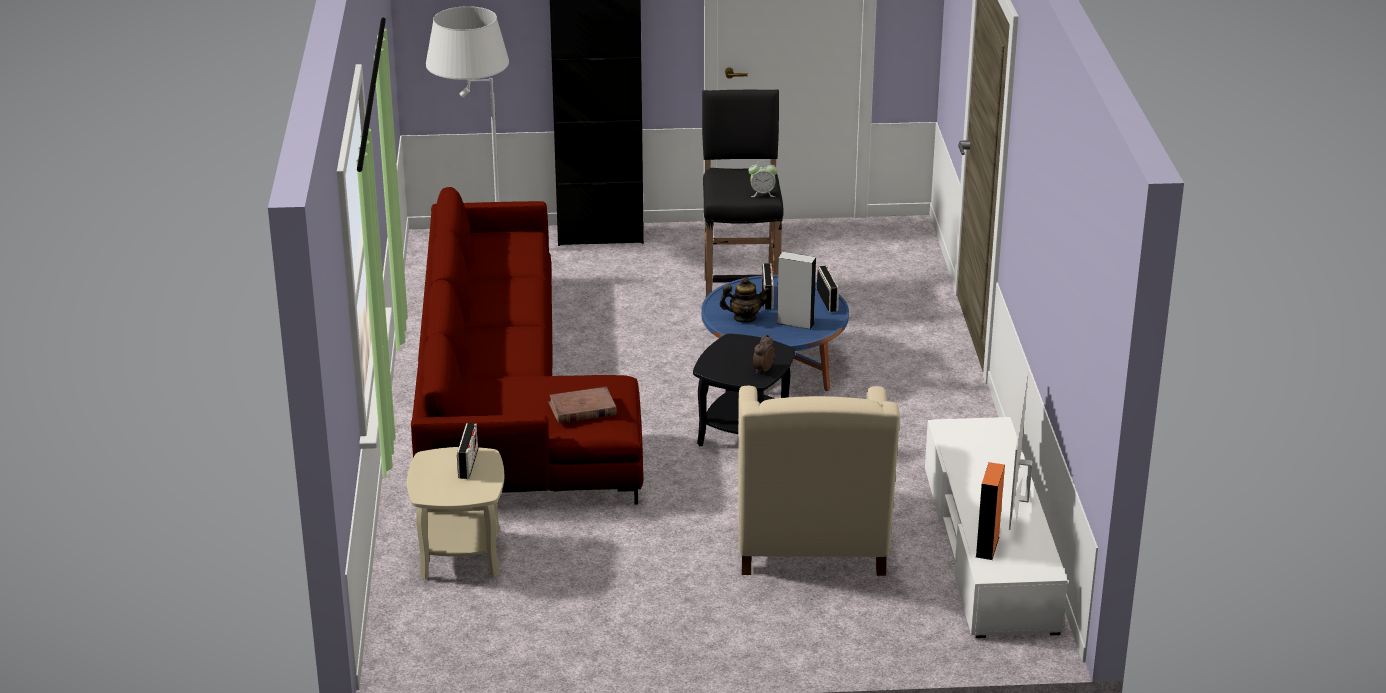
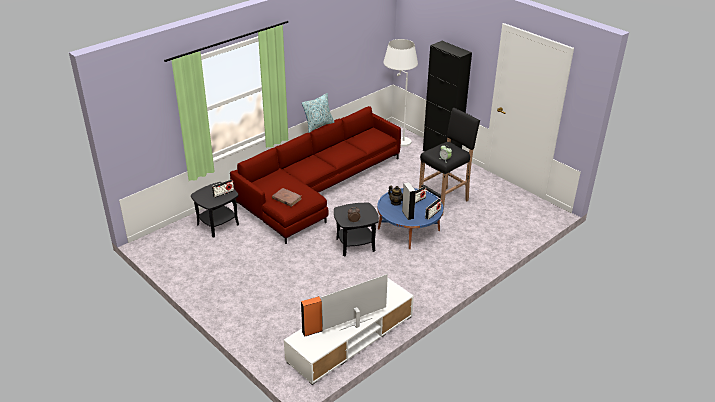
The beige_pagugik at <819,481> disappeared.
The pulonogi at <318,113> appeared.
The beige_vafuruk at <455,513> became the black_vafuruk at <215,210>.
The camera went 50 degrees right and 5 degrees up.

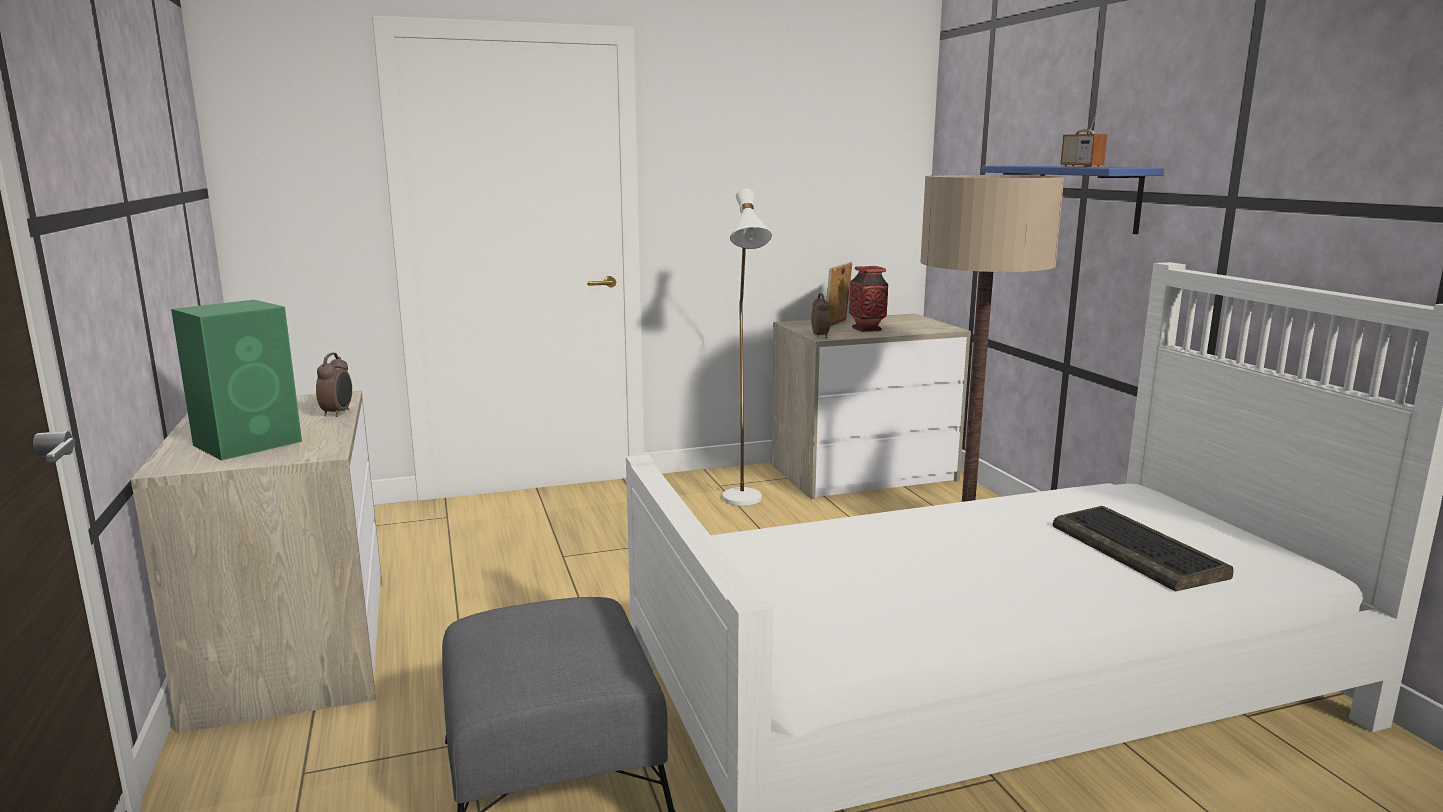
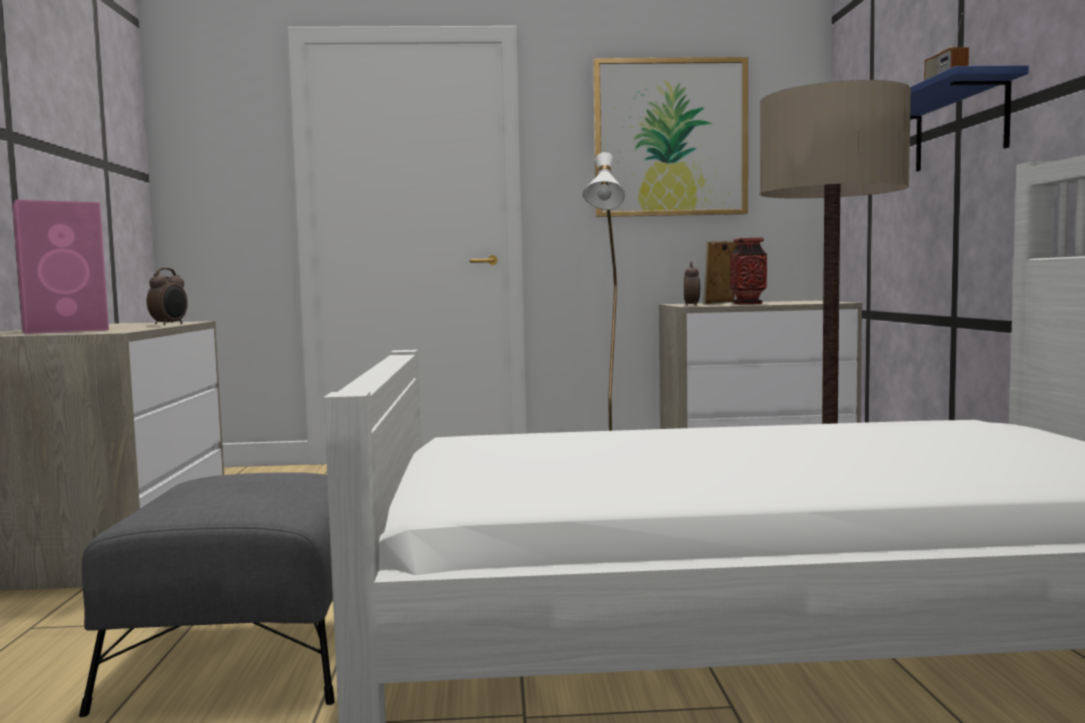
The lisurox at <1143,549> disappeared.
The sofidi at <670,137> appeared.
The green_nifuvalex at <236,380> became the pink_nifuvalex at <60,267>.
The camera went 15 degrees right and 10 degrees down.

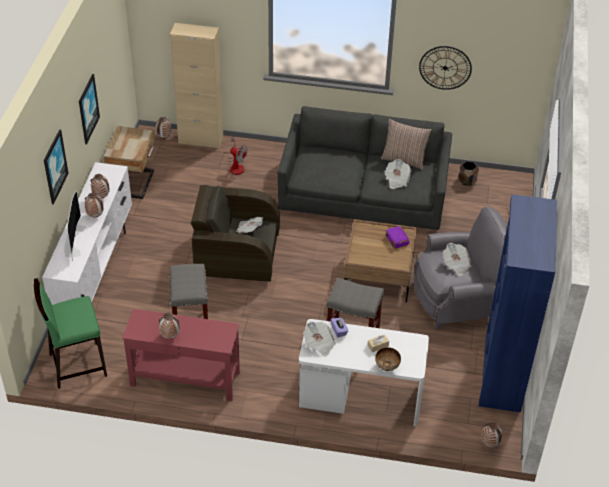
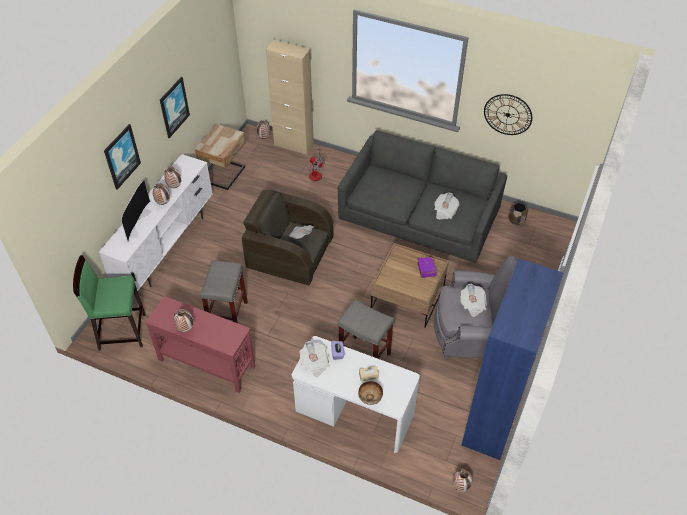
The pulonogi at <406,144> disappeared.
The camera went 15 degrees right and 5 degrees up.

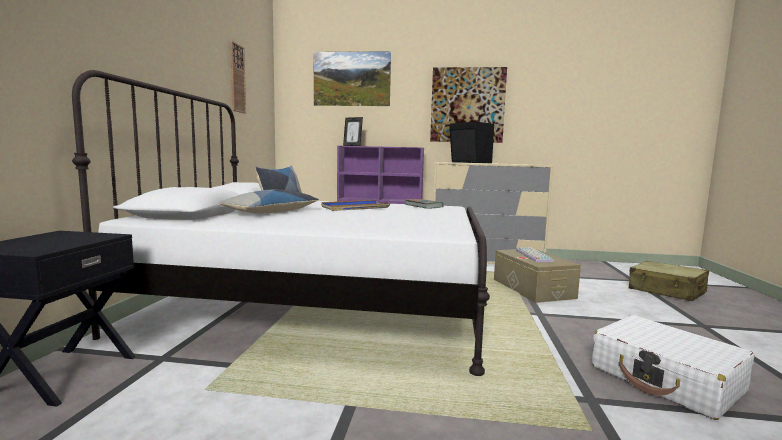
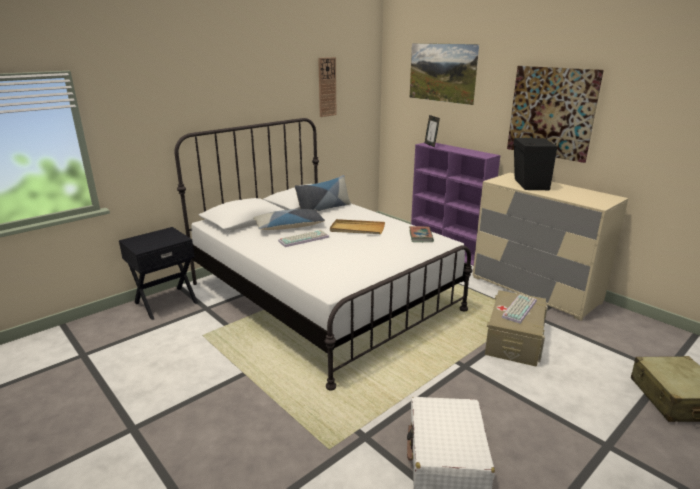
The lisurox at <303,238> appeared.
The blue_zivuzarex at <355,205> became the beige_zivuzarex at <357,226>.
The camera went 40 degrees right and 15 degrees up.

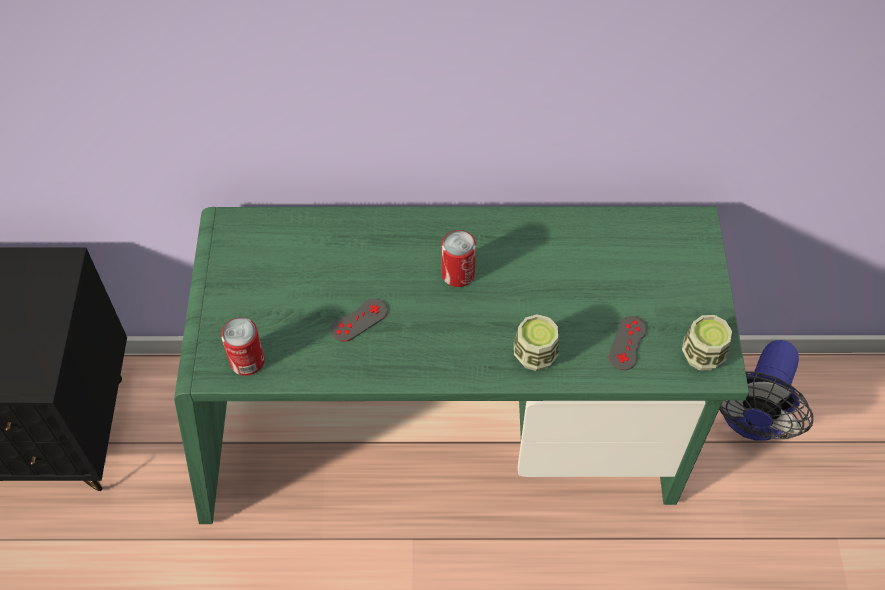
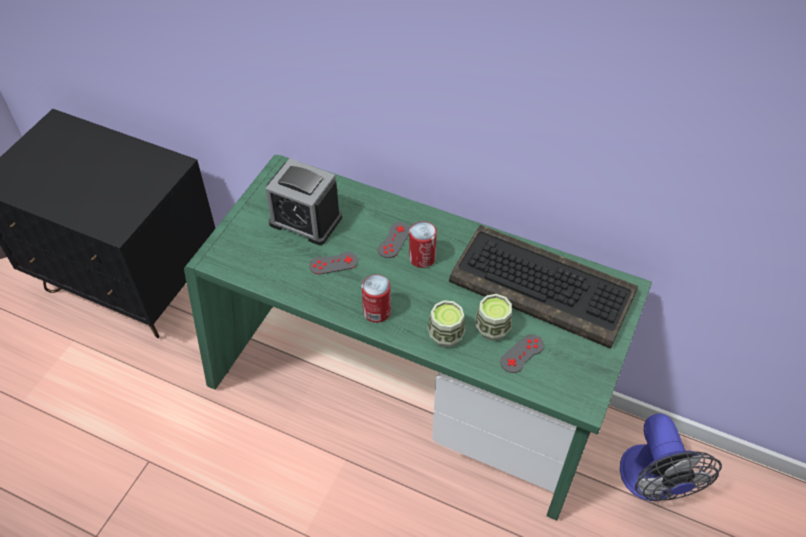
The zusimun at <303,201> appeared.
The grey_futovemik at <394,240> appeared.
The lisurox at <543,287> appeared.
The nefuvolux moved from <243,347> to <376,299>.
The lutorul moved from <707,342> to <493,317>.
The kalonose at <766,390> turned 60 degrees counterclockwise.
The camera went 25 degrees right and 5 degrees down.

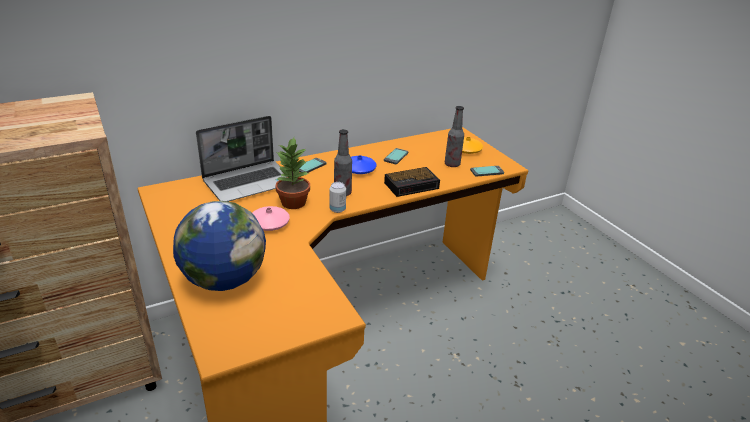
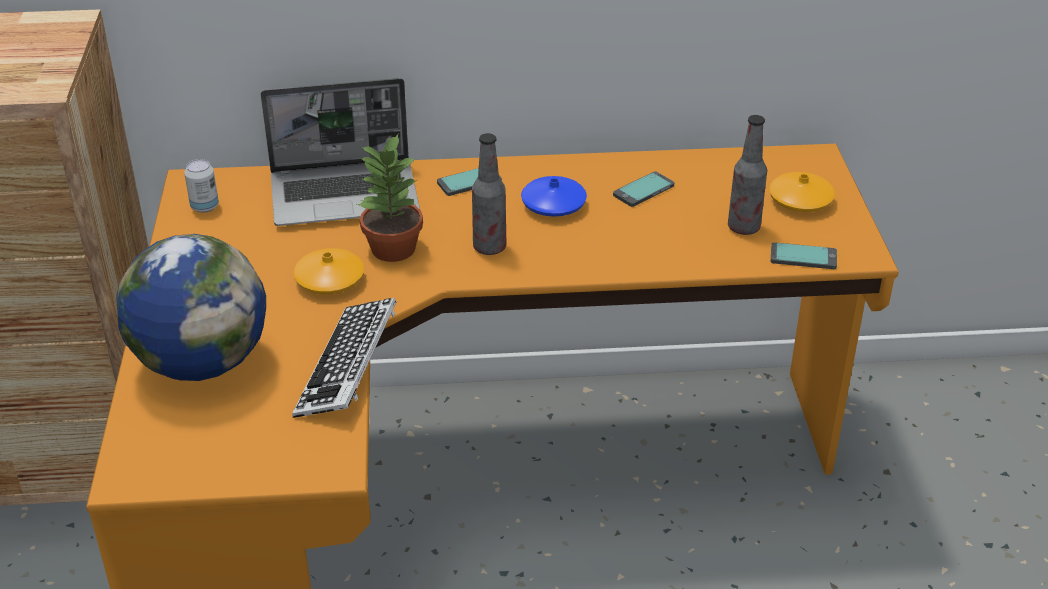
The zusimun at <412,182> disappeared.
The lisurox at <344,358> appeared.
The nefuvolux moved from <337,197> to <201,186>.
The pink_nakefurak at <271,218> became the orange_nakefurak at <328,271>.
The camera went 25 degrees right and 5 degrees up.

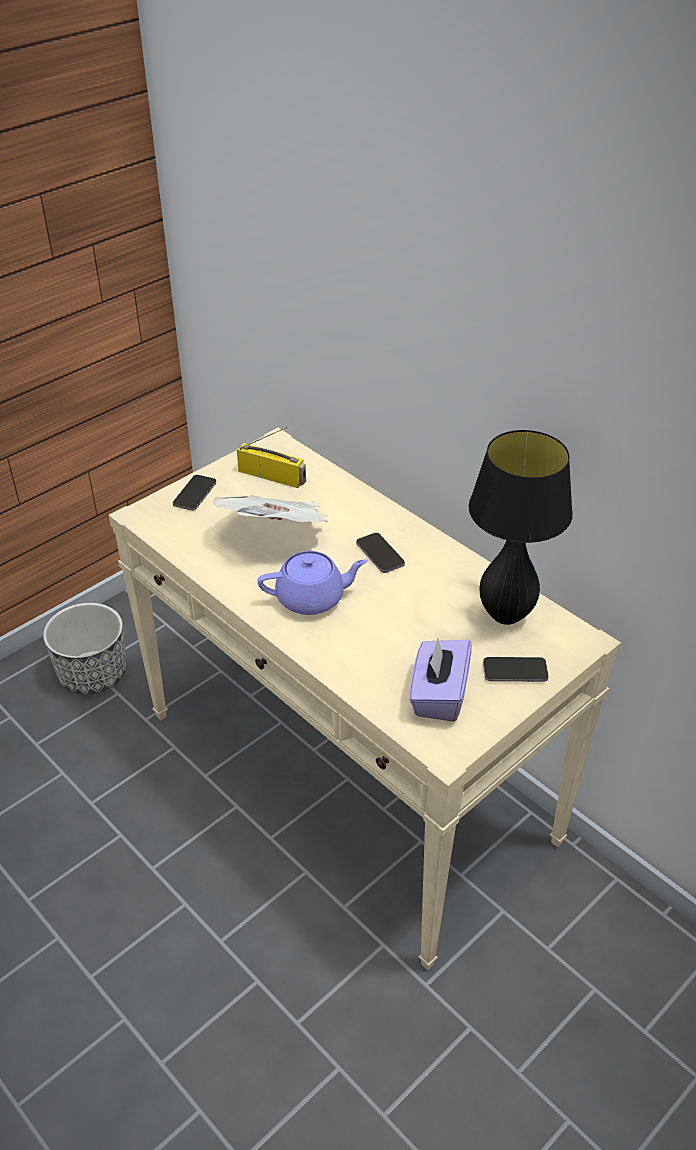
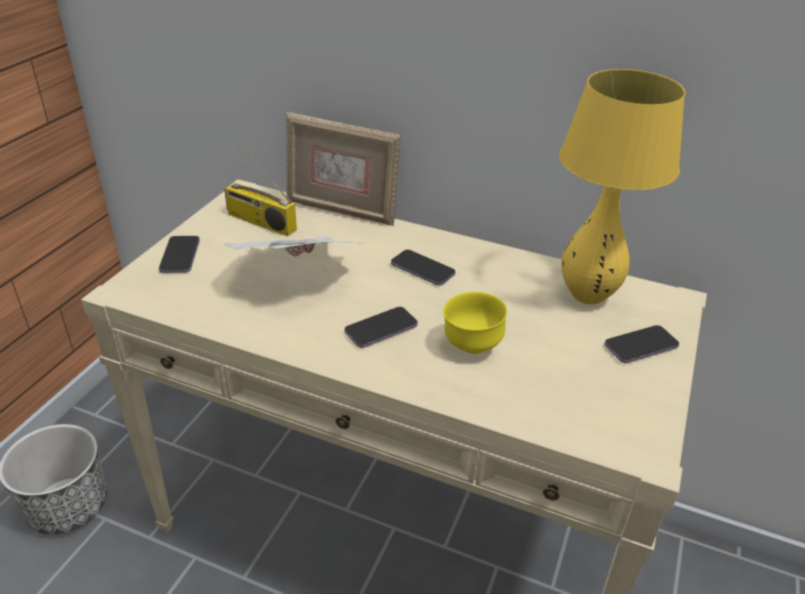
The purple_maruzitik at <440,679> disappeared.
The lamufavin at <343,169> appeared.
The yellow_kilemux at <475,323> appeared.
The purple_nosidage at <312,583> was replaced by the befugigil at <381,327>.
The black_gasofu at <521,527> became the yellow_gasofu at <622,186>.
The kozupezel at <271,457> turned 150 degrees counterclockwise.
The camera went 25 degrees left and 5 degrees down.

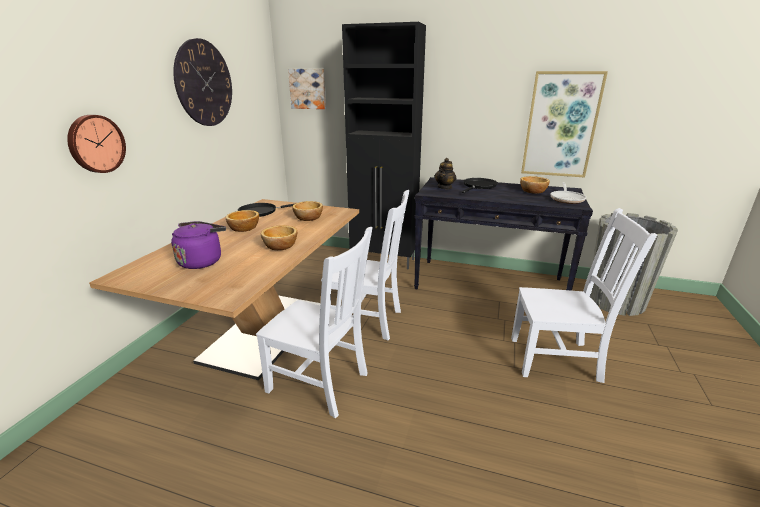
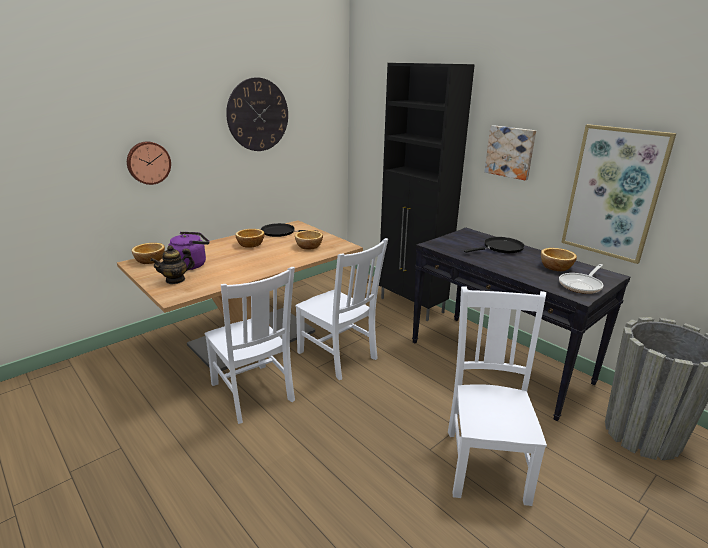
The kilemux moved from <279,237> to <148,253>.
The sofidi moved from <307,89> to <510,152>.
The nosidage moved from <445,174> to <172,264>.
The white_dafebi at <584,295> turned 120 degrees counterclockwise.
The camera went 30 degrees right and 0 degrees up.

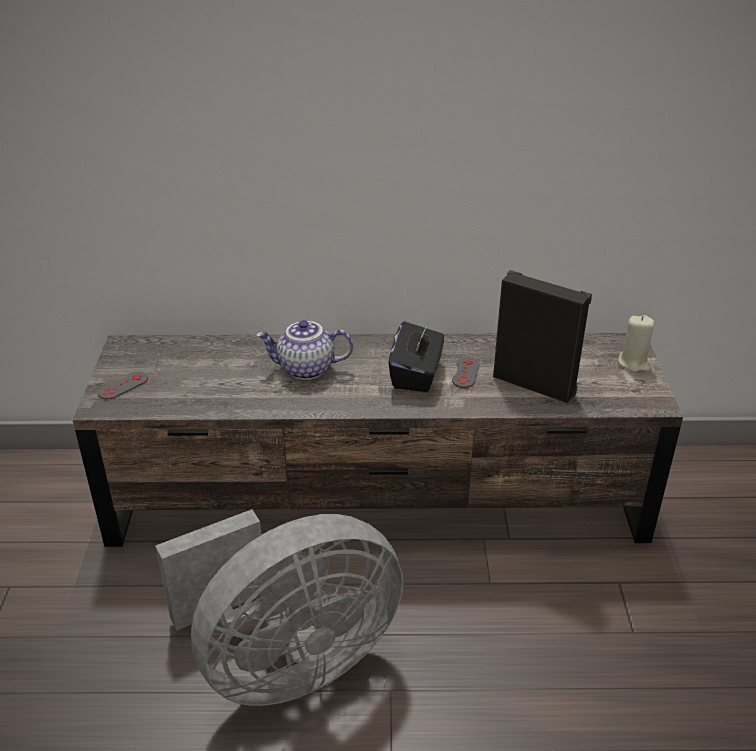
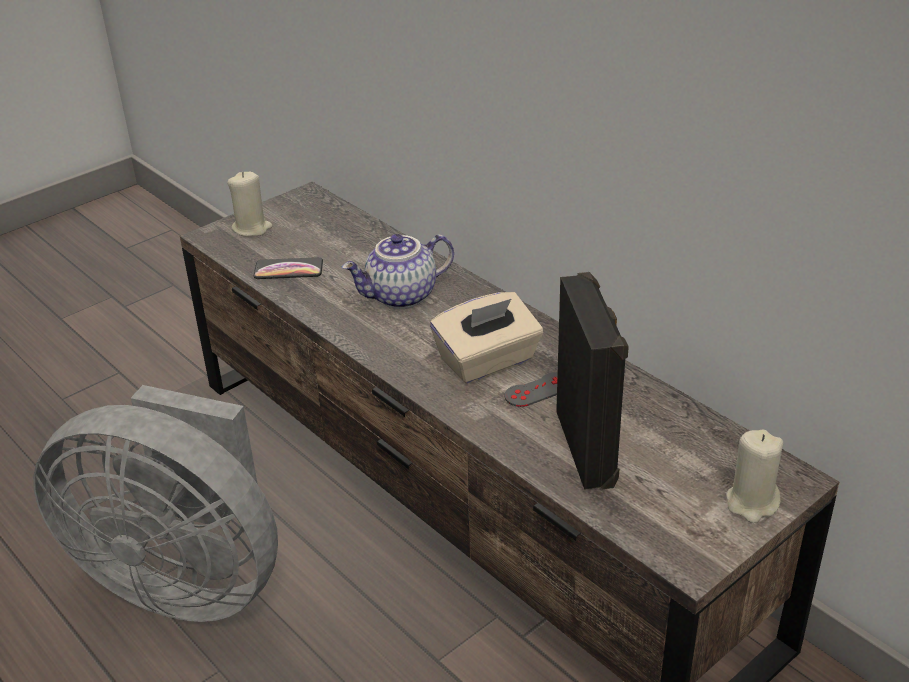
The befugigil at <288,268> appeared.
The grey_futovemik at <123,385> was replaced by the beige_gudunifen at <250,204>.
The black_maruzitik at <416,356> became the beige_maruzitik at <486,338>.
The nosidage at <304,350> turned 75 degrees counterclockwise.
The camera went 50 degrees right and 0 degrees up.

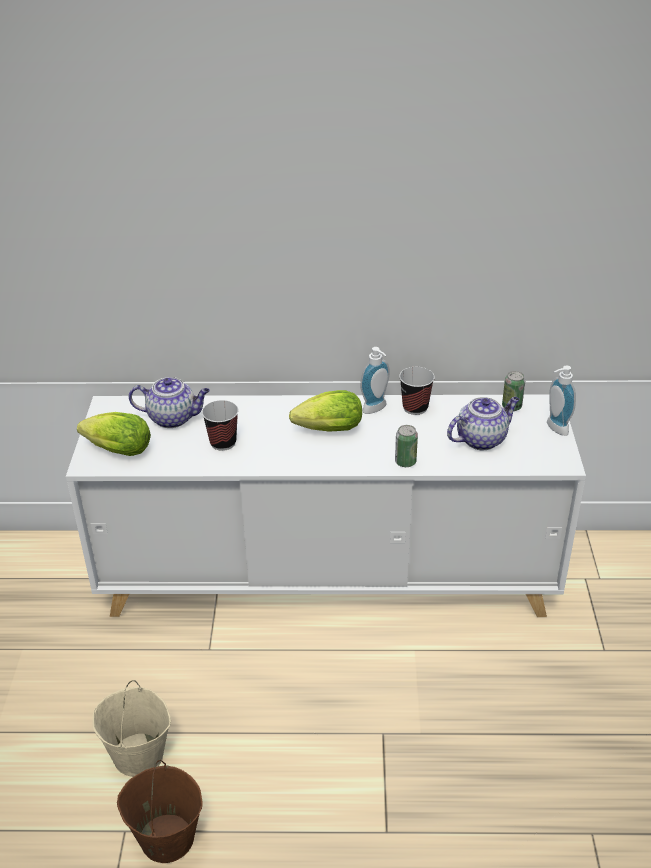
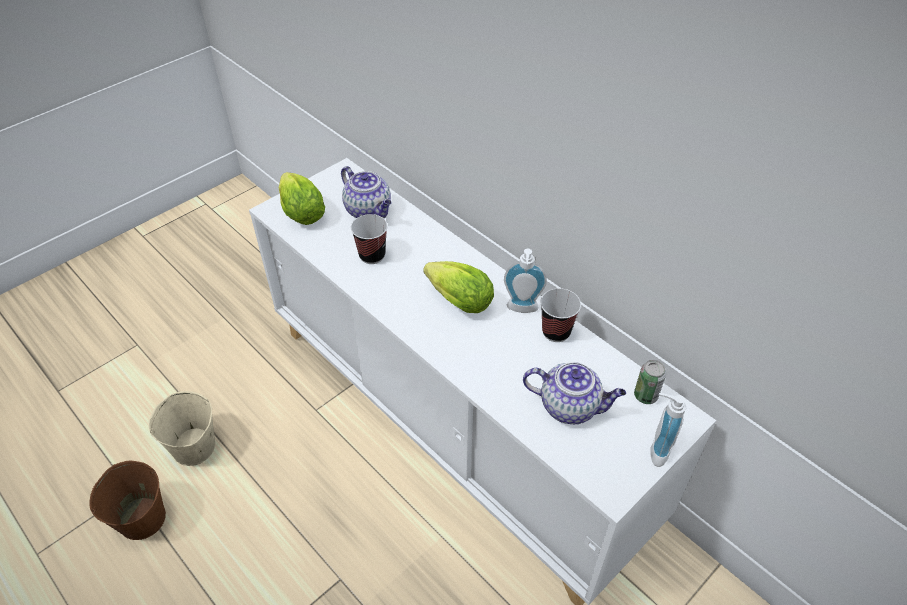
The nefuvolux at <406,446> disappeared.
The camera went 45 degrees right and 10 degrees up.

